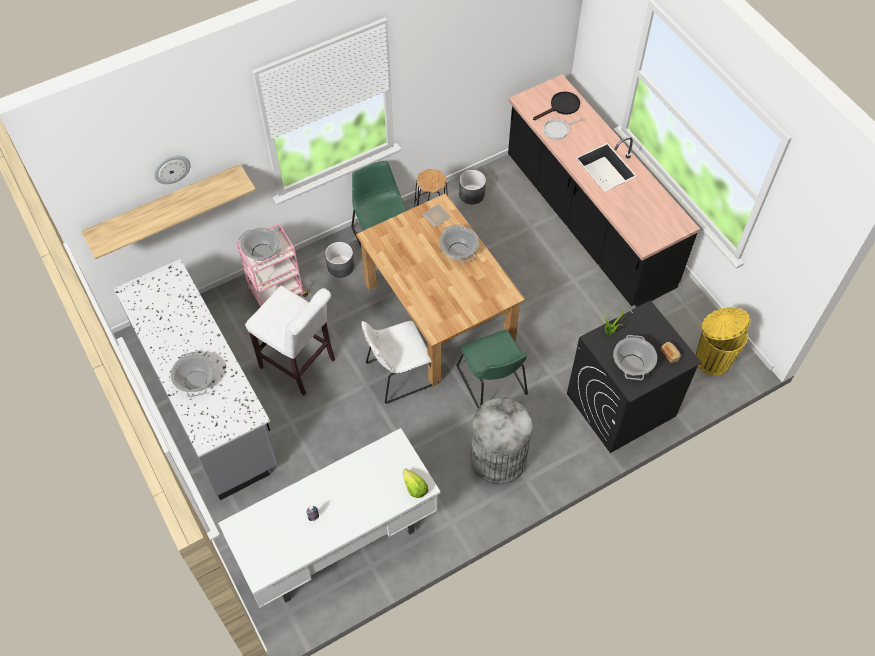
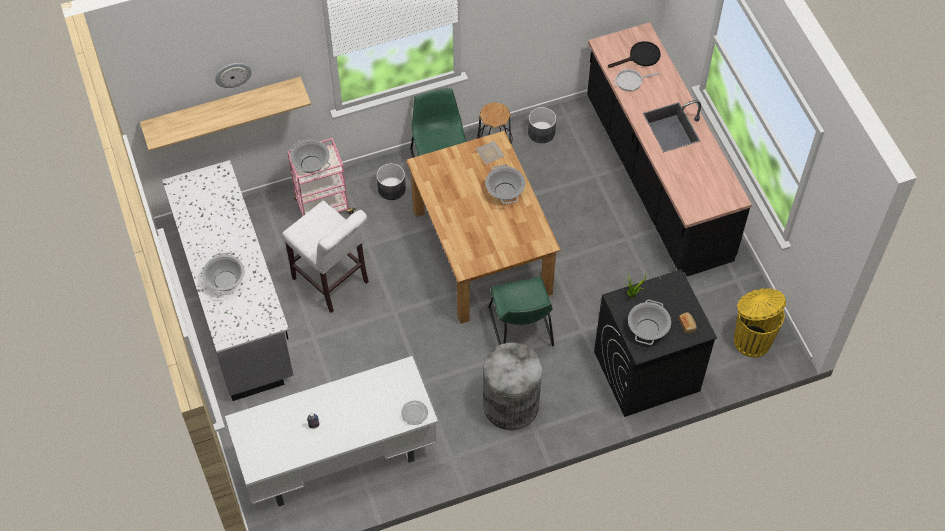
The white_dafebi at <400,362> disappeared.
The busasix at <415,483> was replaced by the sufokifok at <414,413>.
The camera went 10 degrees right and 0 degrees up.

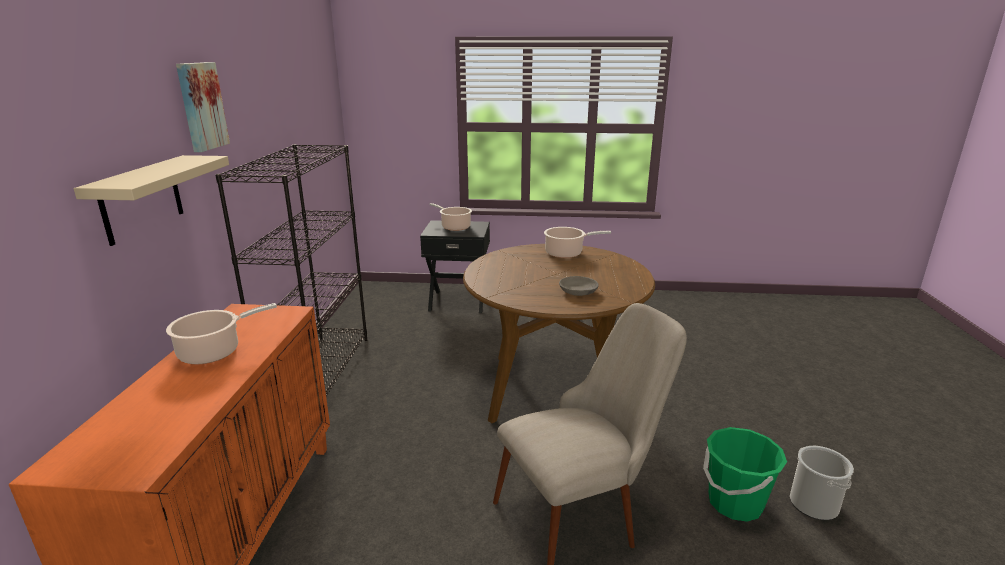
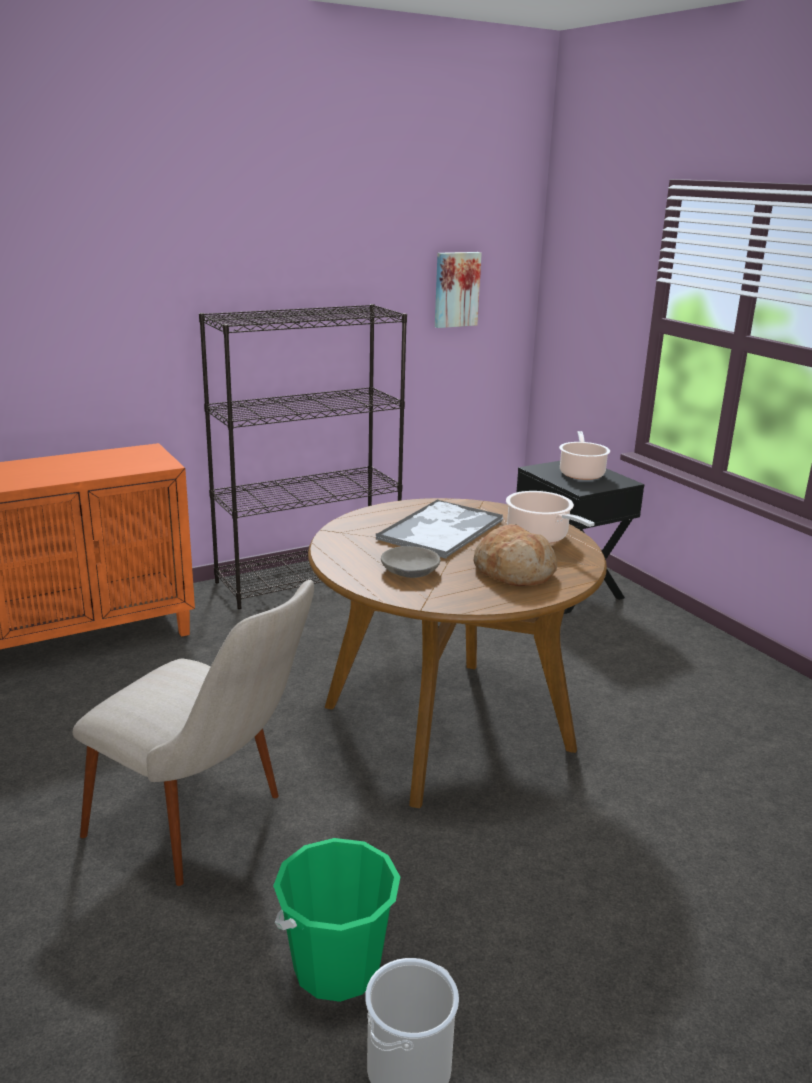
The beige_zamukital at <151,200> disappeared.
The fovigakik at <221,334> disappeared.
The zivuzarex at <439,529> appeared.
The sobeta at <515,555> appeared.
The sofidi moved from <203,107> to <458,290>.
The camera went 55 degrees right and 0 degrees up.

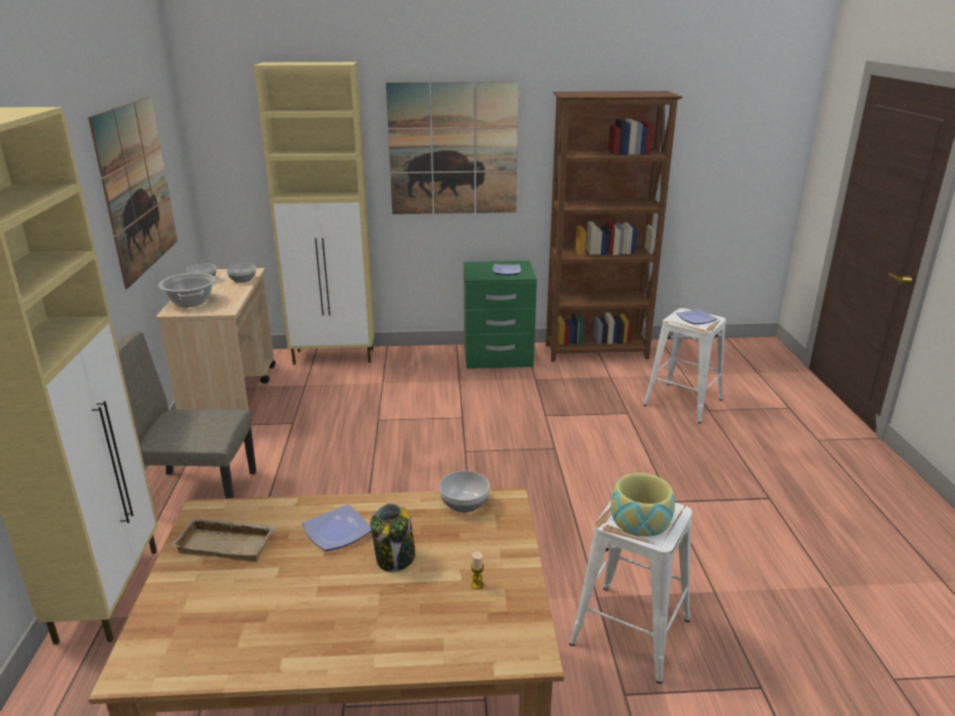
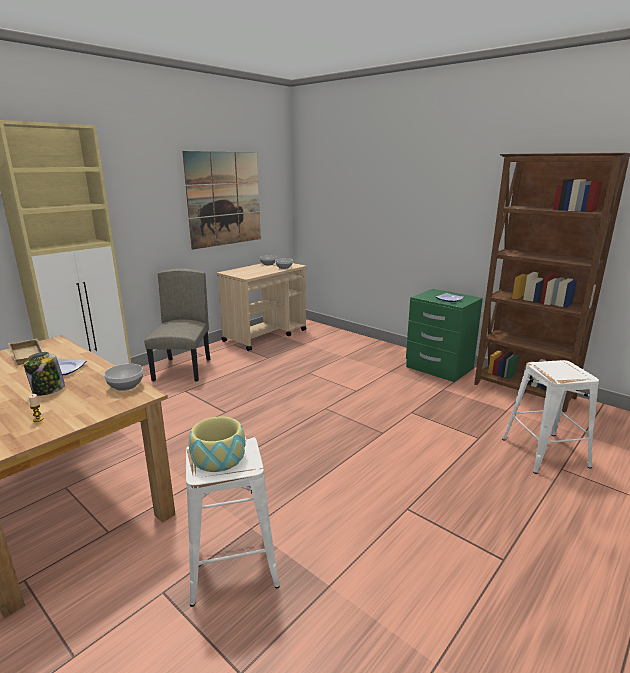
The fovigakik at <187,290> disappeared.
The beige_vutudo at <314,213> disappeared.
The sofidi at <452,148> disappeared.
The sufokifok at <696,316> disappeared.
The beige_dafebi at <186,415> turned 45 degrees clockwise.
The camera went 45 degrees right and 5 degrees down.

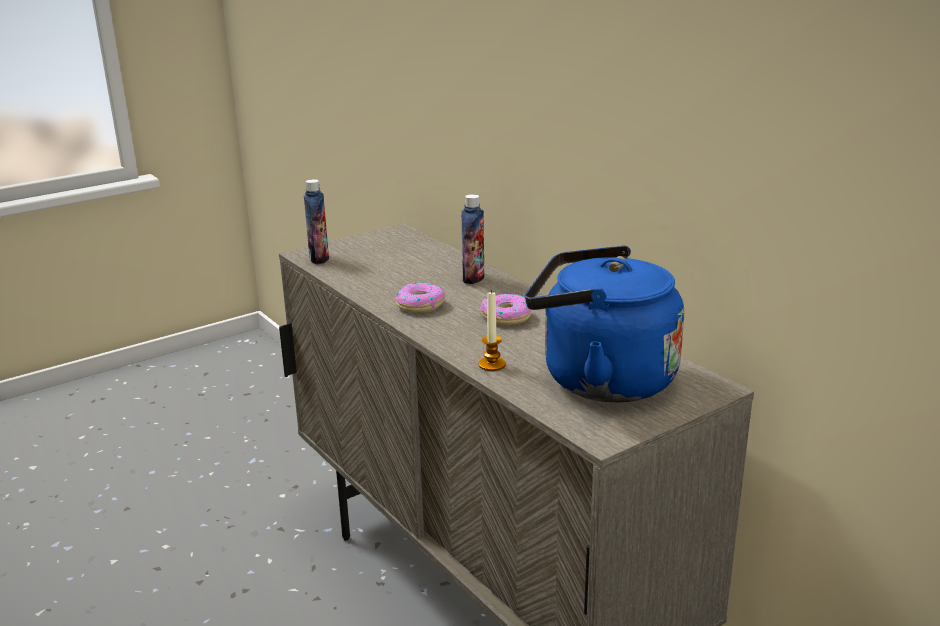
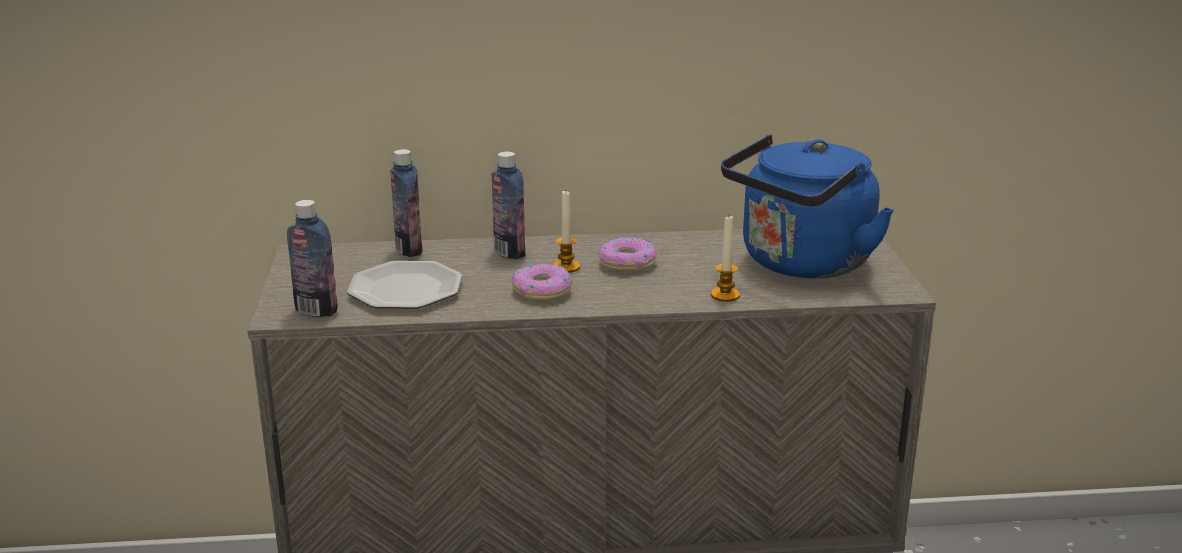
The sufokifok at <404,285> appeared.
The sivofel at <406,203> appeared.
The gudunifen at <566,232> appeared.
The camera went 60 degrees left and 0 degrees up.

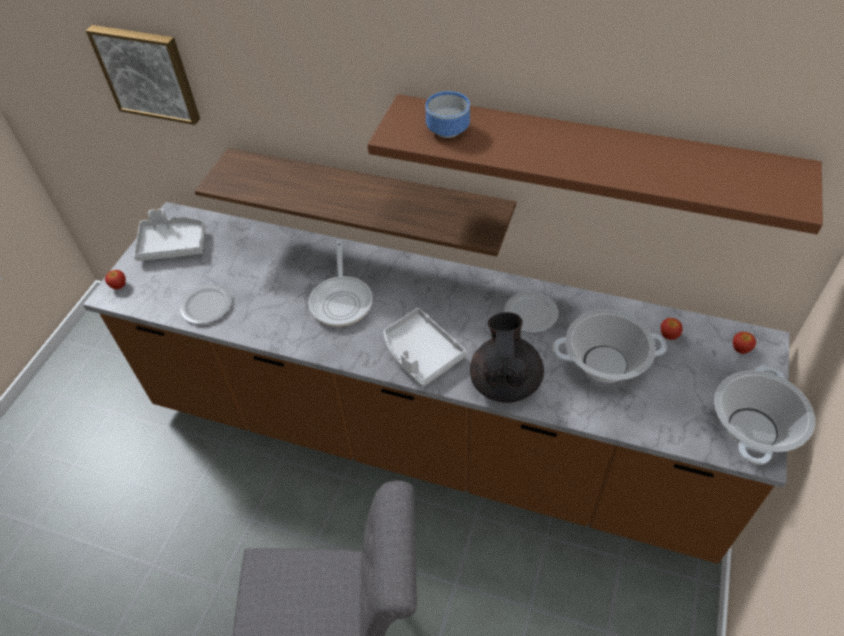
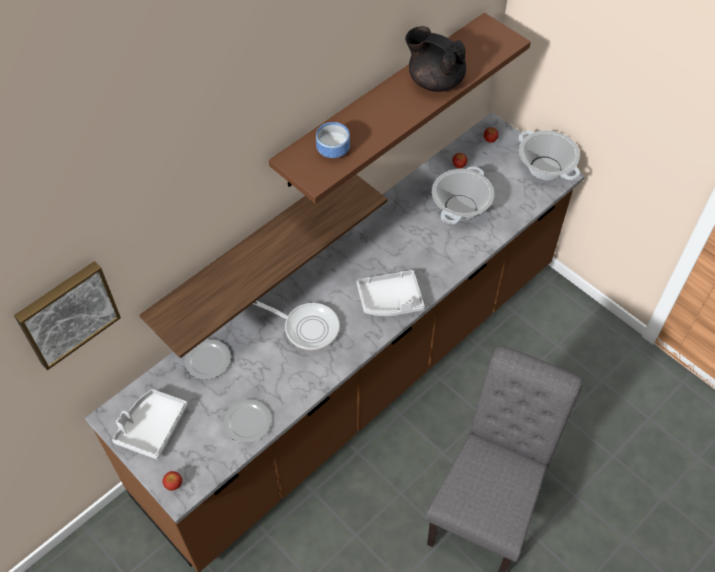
The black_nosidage moved from <507,357> to <435,59>.
The sufokifok moved from <531,312> to <207,359>.
The camera went 65 degrees left and 5 degrees up.

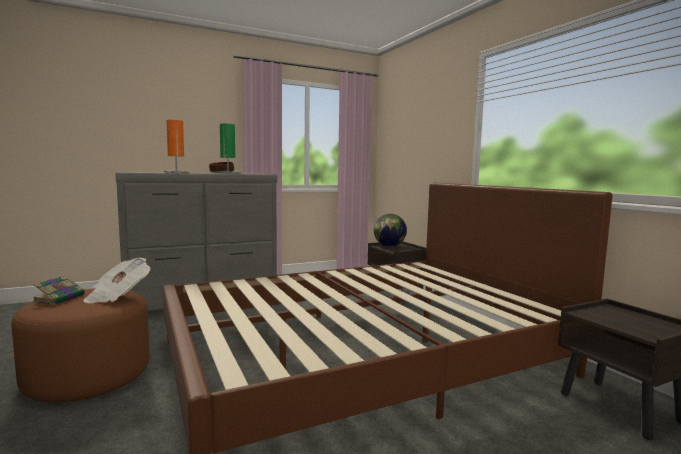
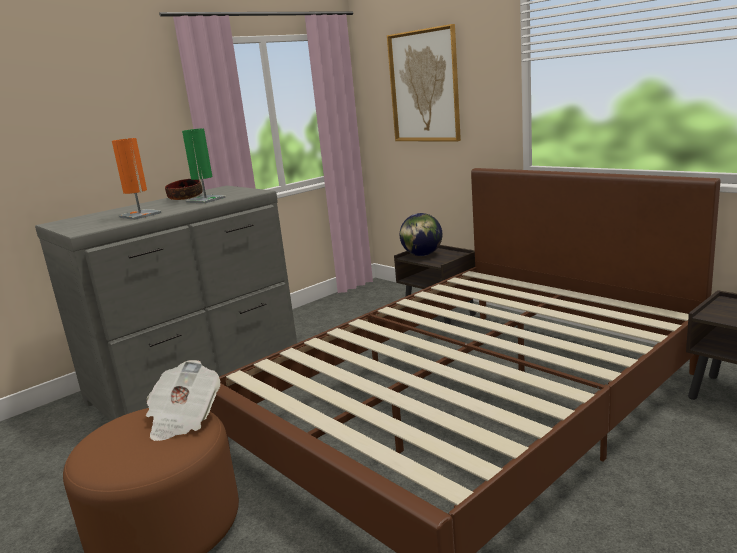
The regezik at <58,290> disappeared.
The sofidi at <424,83> appeared.
The camera went 15 degrees left and 10 degrees up.

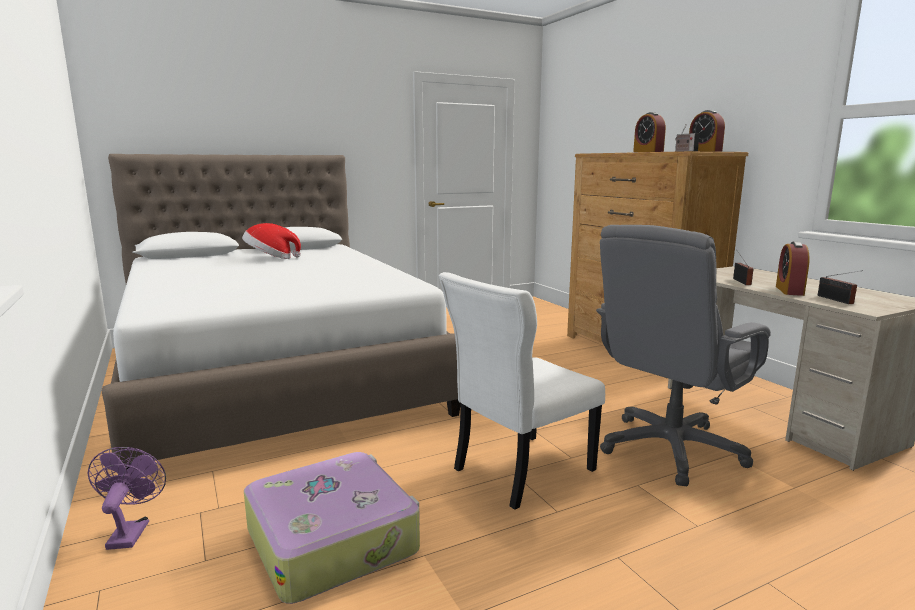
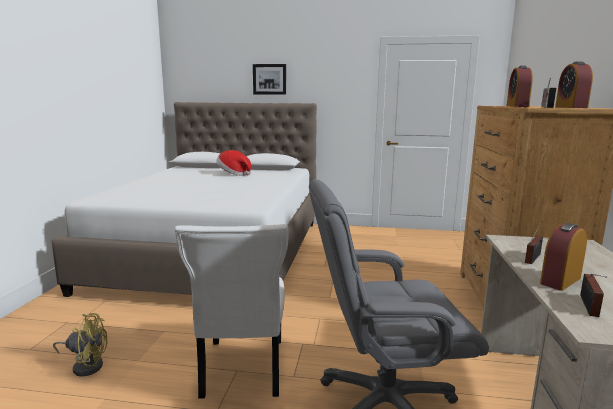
The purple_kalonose at <126,498> disappeared.
The sofidi at <269,79> appeared.
The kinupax at <332,528> was replaced by the yellow_kalonose at <80,345>.
The white_dafebi at <522,391> turned 90 degrees counterclockwise.
The camera went 35 degrees right and 0 degrees up.

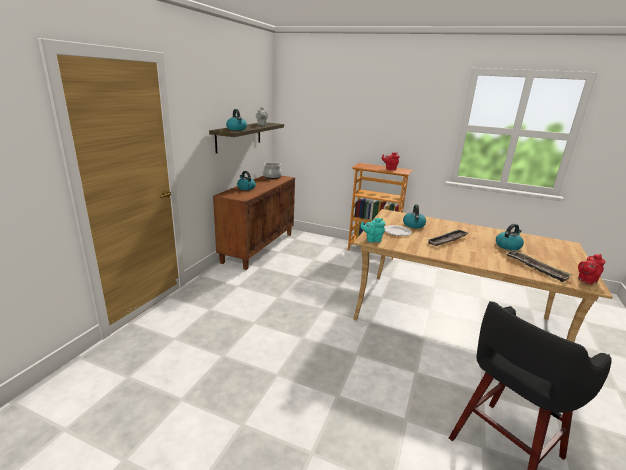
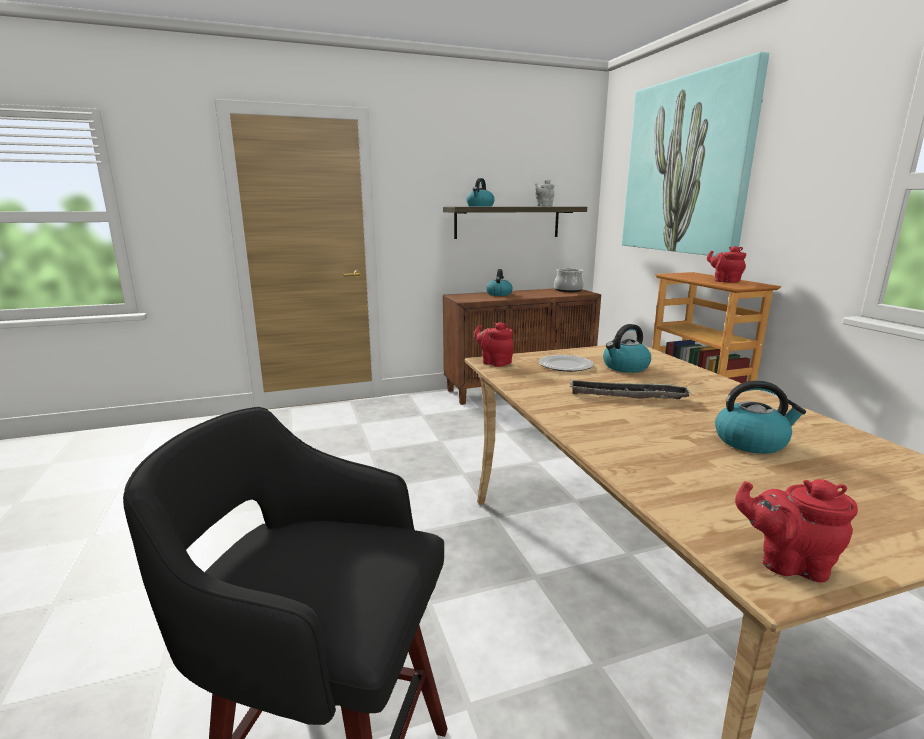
The zivuzarex at <539,266> disappeared.
The sofidi at <695,154> appeared.
The turquoise_nosidage at <372,230> became the red_nosidage at <493,344>.
The camera went 50 degrees right and 5 degrees down.

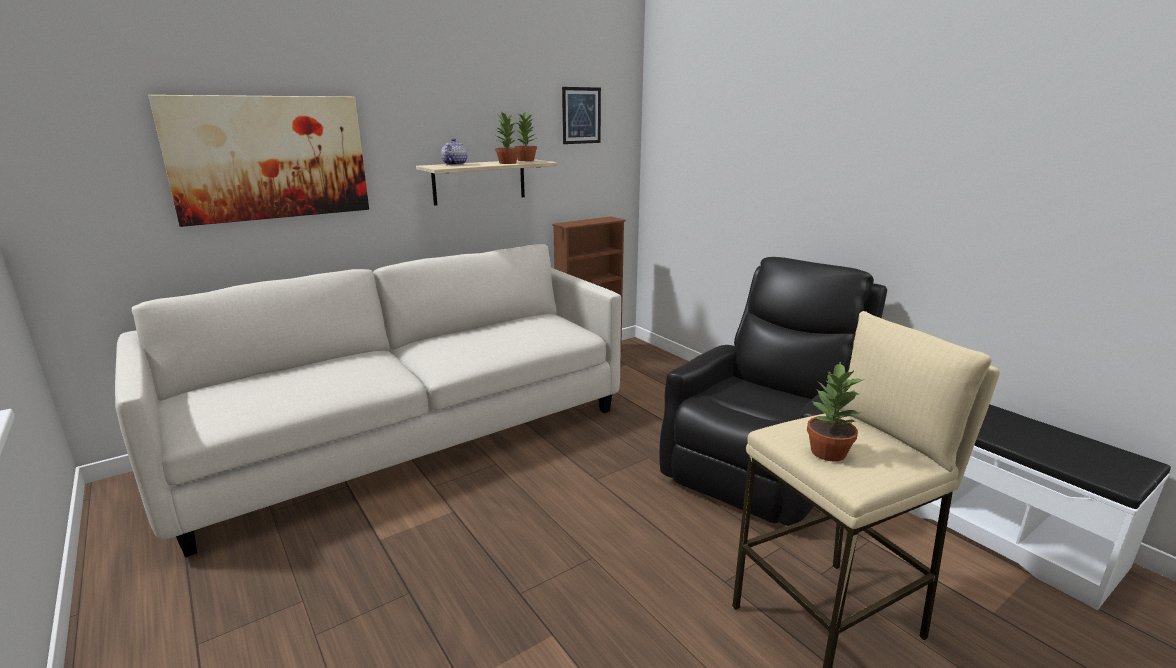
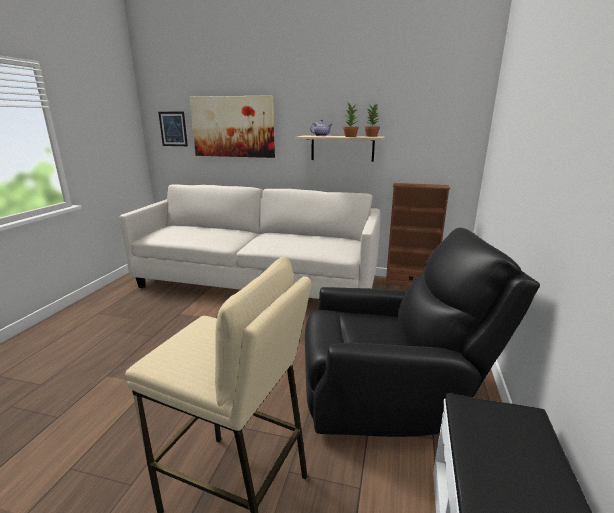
The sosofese at <836,411> disappeared.
The sofidi moved from <581,115> to <173,129>.
The camera went 50 degrees right and 0 degrees up.

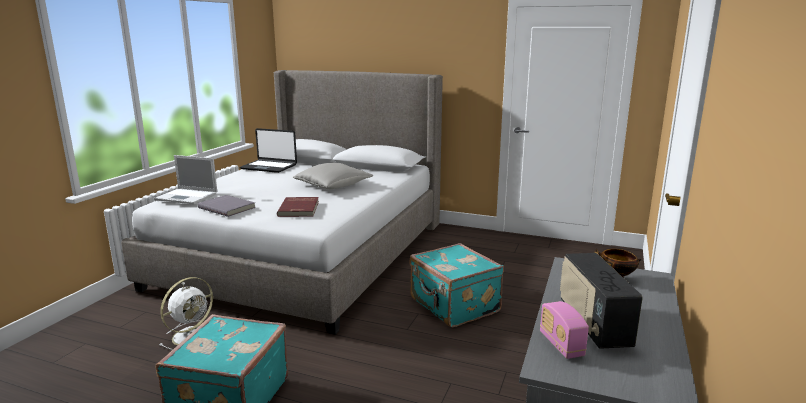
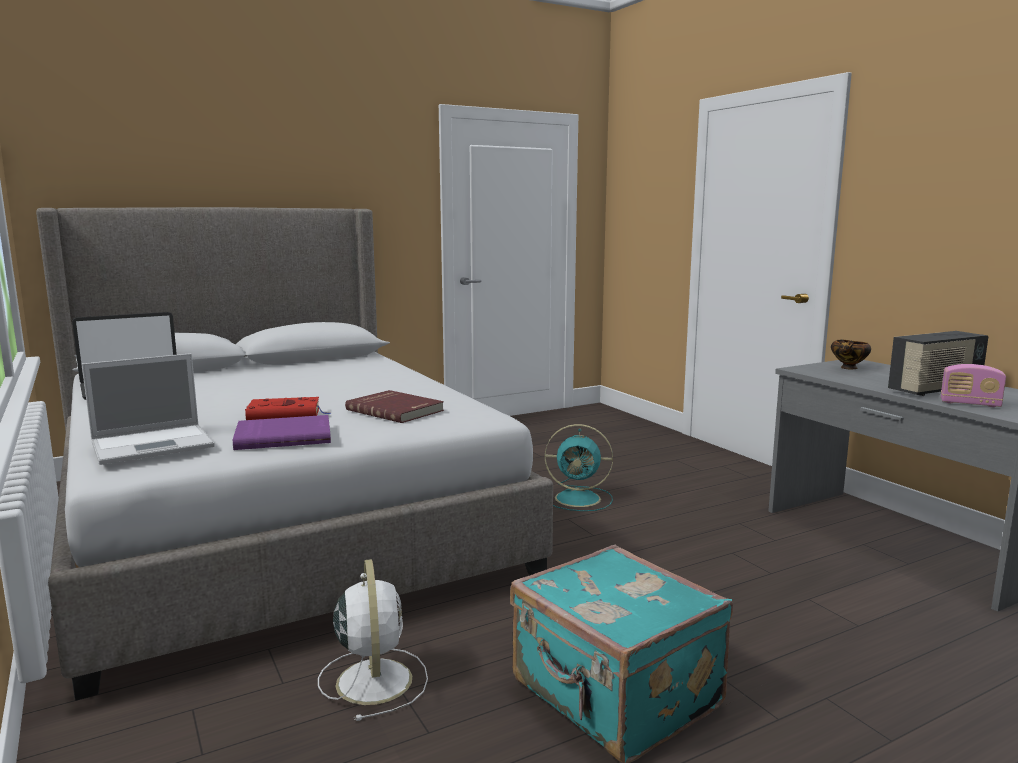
The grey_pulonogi at <333,176> disappeared.
The red_regezik at <287,408> appeared.
The turquoise_kinupax at <457,285> was replaced by the turquoise_kalonose at <579,467>.
The grey_regezik at <227,206> became the purple_regezik at <282,432>.
The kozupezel at <601,301> turned 60 degrees counterclockwise.
The camera went 50 degrees left and 5 degrees down.

